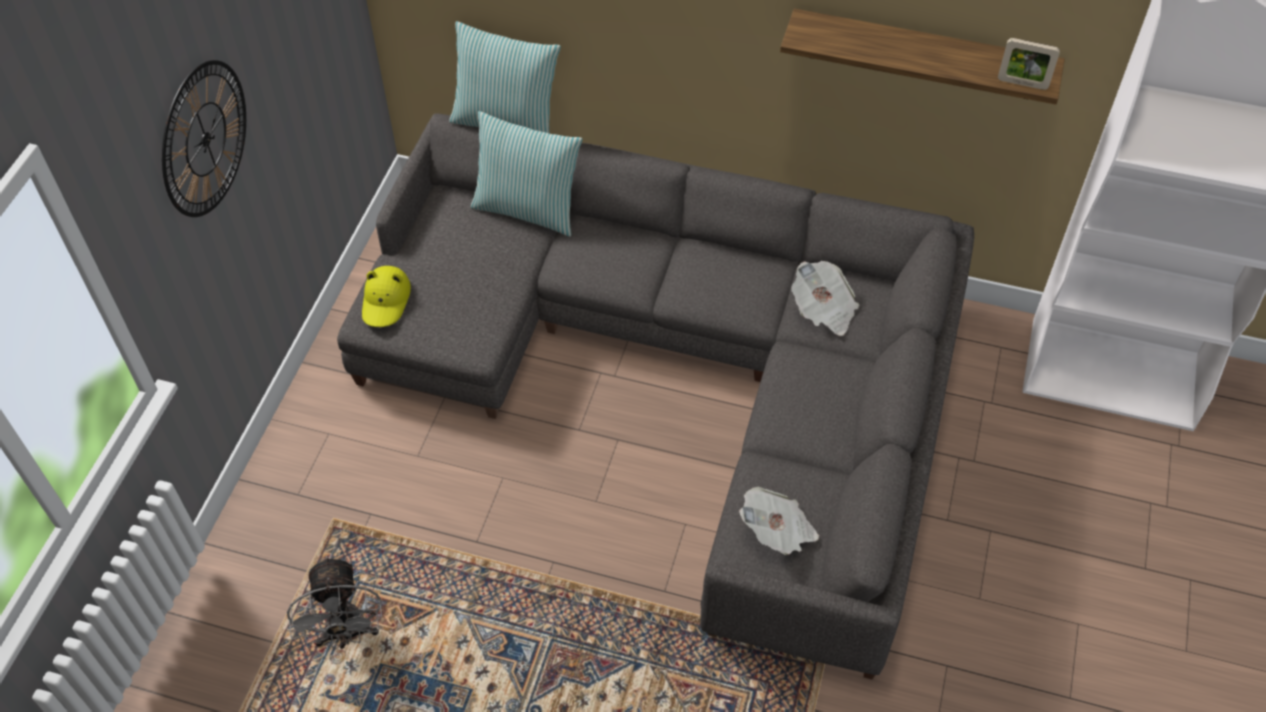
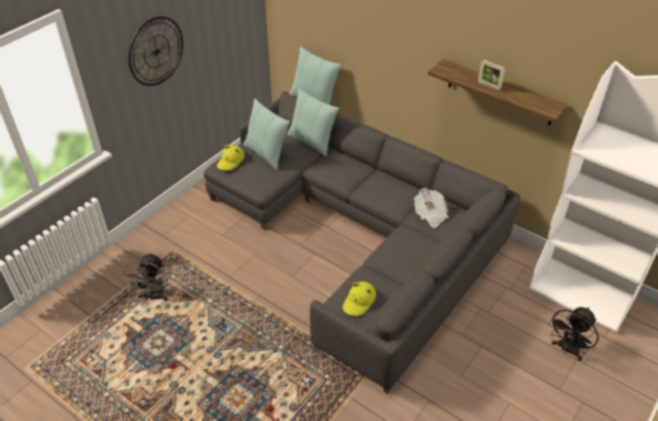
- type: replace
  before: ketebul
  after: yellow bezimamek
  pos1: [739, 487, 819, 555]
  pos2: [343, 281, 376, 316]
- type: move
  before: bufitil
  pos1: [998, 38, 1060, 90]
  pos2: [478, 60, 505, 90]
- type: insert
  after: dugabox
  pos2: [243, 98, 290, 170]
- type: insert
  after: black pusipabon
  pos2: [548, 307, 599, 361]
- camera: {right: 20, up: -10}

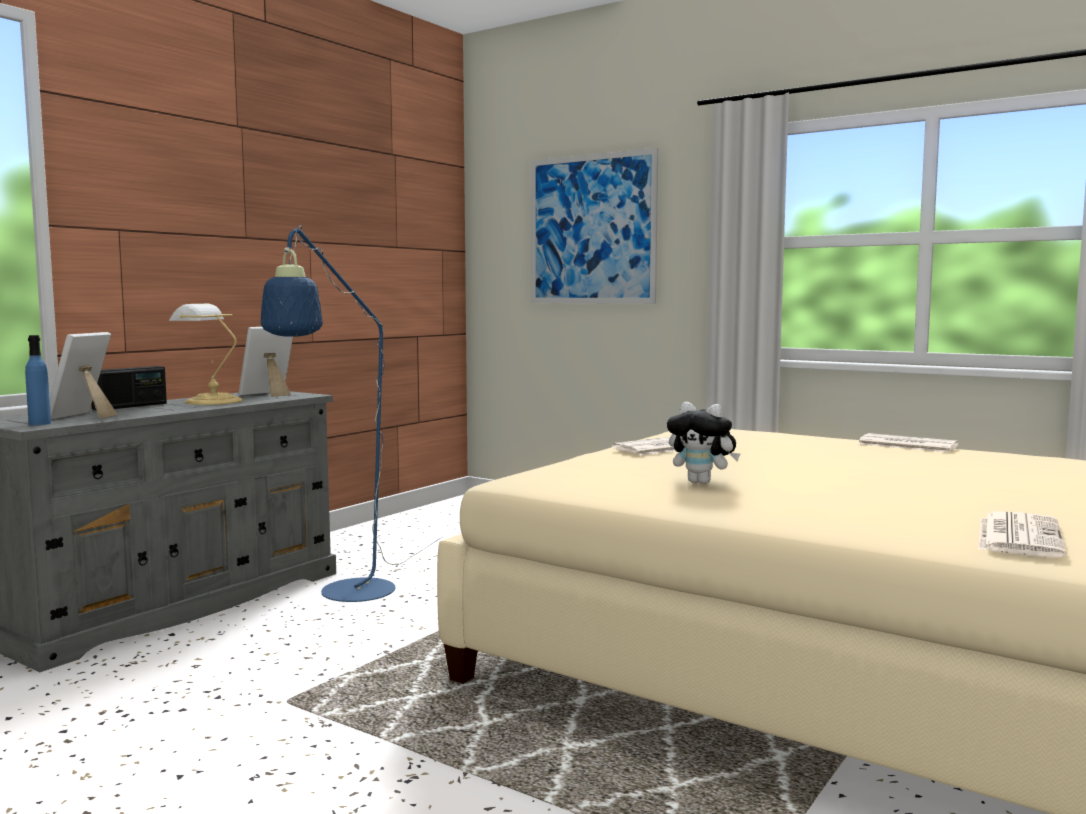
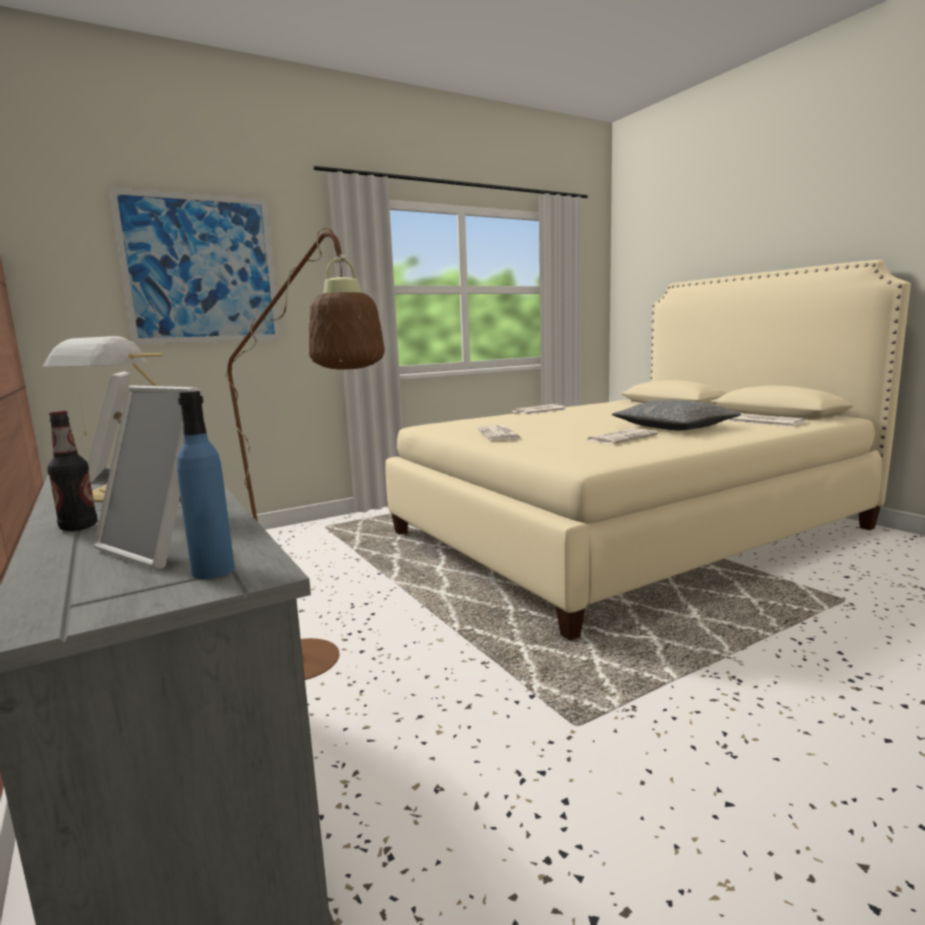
- type: replace
  before: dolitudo
  after: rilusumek
  pos1: [91, 366, 167, 410]
  pos2: [47, 410, 98, 531]
- type: recolor
  before: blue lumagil
  after: brown lumagil
  pos1: [261, 225, 440, 602]
  pos2: [226, 228, 385, 680]
- type: replace
  before: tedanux
  after: ketebul
  pos1: [667, 402, 740, 484]
  pos2: [585, 429, 658, 444]
- type: insert
  after: grey dugabox
  pos2: [612, 400, 741, 431]
- camera: {right: -65, up: 5}

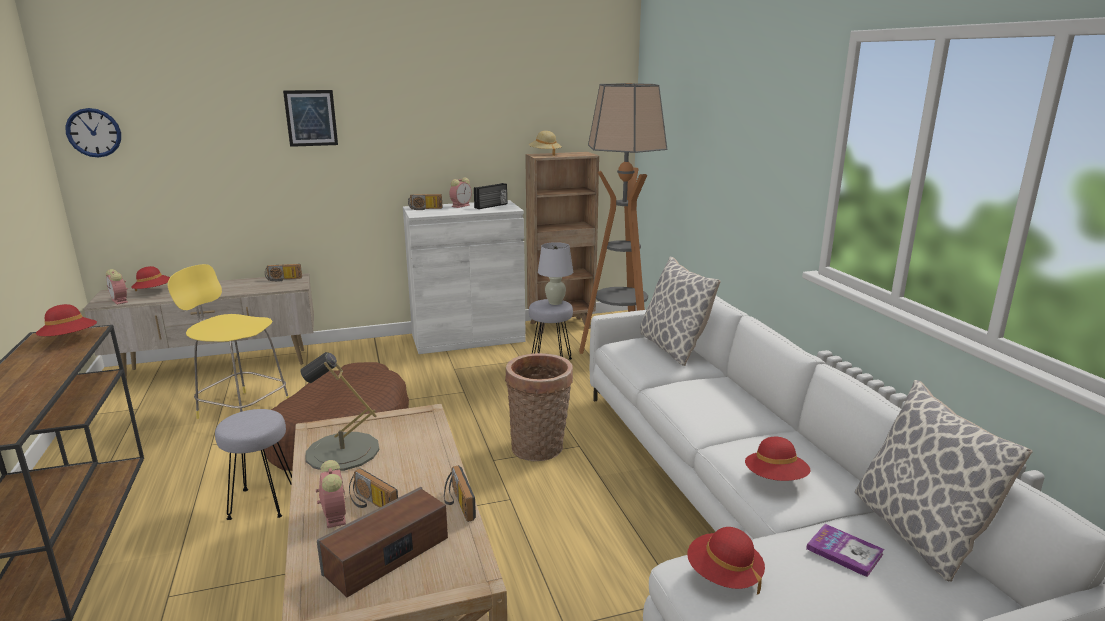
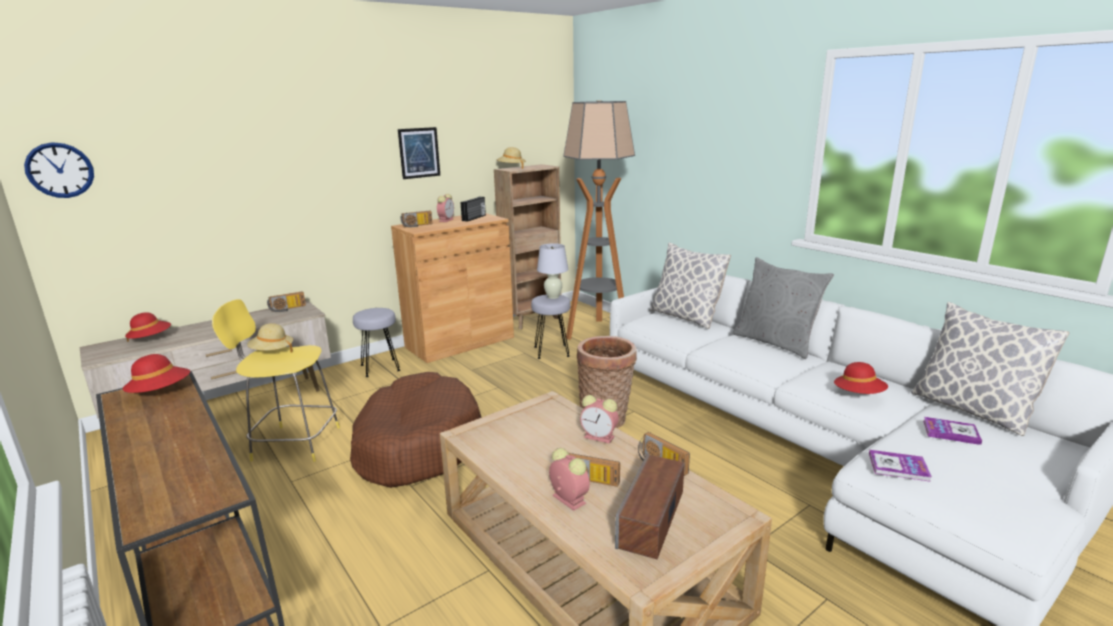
- type: move
  before: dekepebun
  pos1: [106, 269, 128, 305]
  pos2: [580, 395, 619, 444]
- type: move
  before: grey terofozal
  pos1: [215, 409, 292, 520]
  pos2: [353, 308, 400, 377]
- type: move
  before: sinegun
  pos1: [283, 90, 338, 147]
  pos2: [398, 127, 440, 179]
- type: delete
  before: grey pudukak
  pos1: [300, 352, 379, 471]
- type: recolor
  before: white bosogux
  after: brown bosogux
  pos1: [403, 200, 526, 354]
  pos2: [391, 213, 514, 363]
- type: replace
  before: red bezimamek
  after: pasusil
  pos1: [687, 527, 765, 594]
  pos2: [869, 450, 932, 482]
- type: insert
  after: beige bezimamek
  pos2: [247, 323, 293, 353]
- type: insert
  after: grey dugabox
  pos2: [733, 257, 834, 359]
- camera: {right: -20, up: 0}

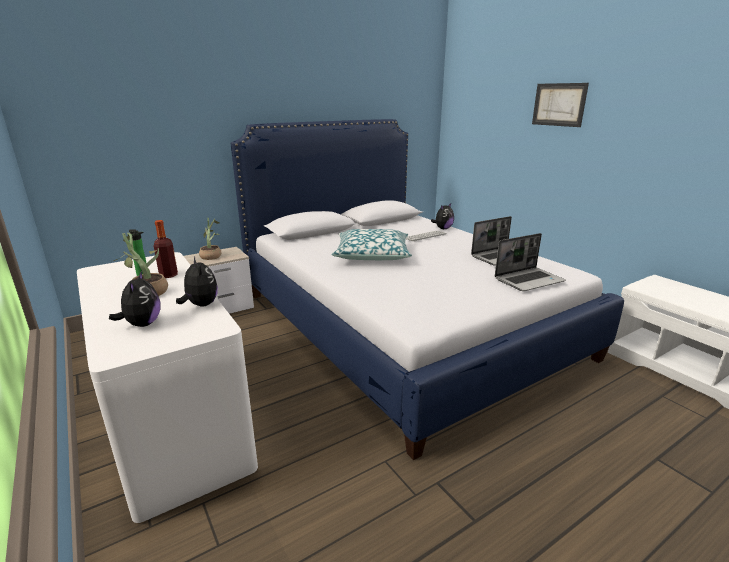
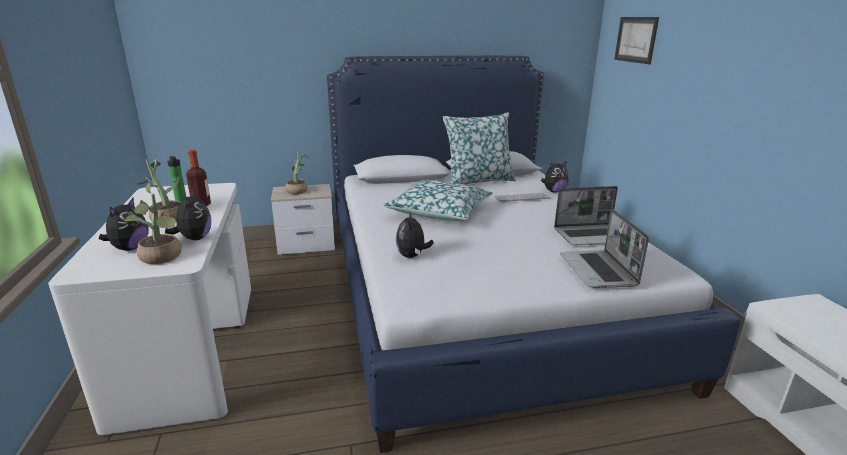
- type: rotate
  before: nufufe
  pos1: [495, 233, 566, 291]
  pos2: [560, 209, 649, 288]
  turn: 90
- type: move
  before: sinegun
  pos1: [532, 83, 589, 127]
  pos2: [614, 17, 659, 64]
- type: insert
  after: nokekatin
  pos2: [125, 193, 182, 264]
- type: insert
  after: tedanux
  pos2: [396, 211, 434, 258]
- type: insert
  after: dugabox
  pos2: [443, 112, 516, 184]
- camera: {right: 20, up: 0}

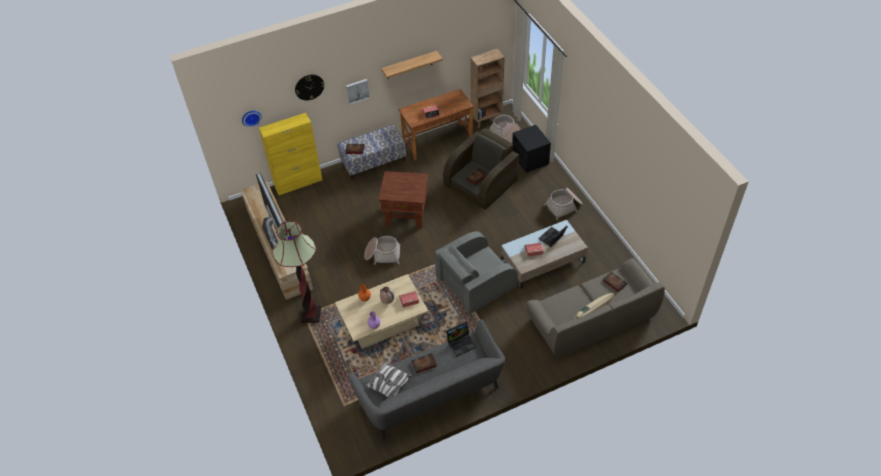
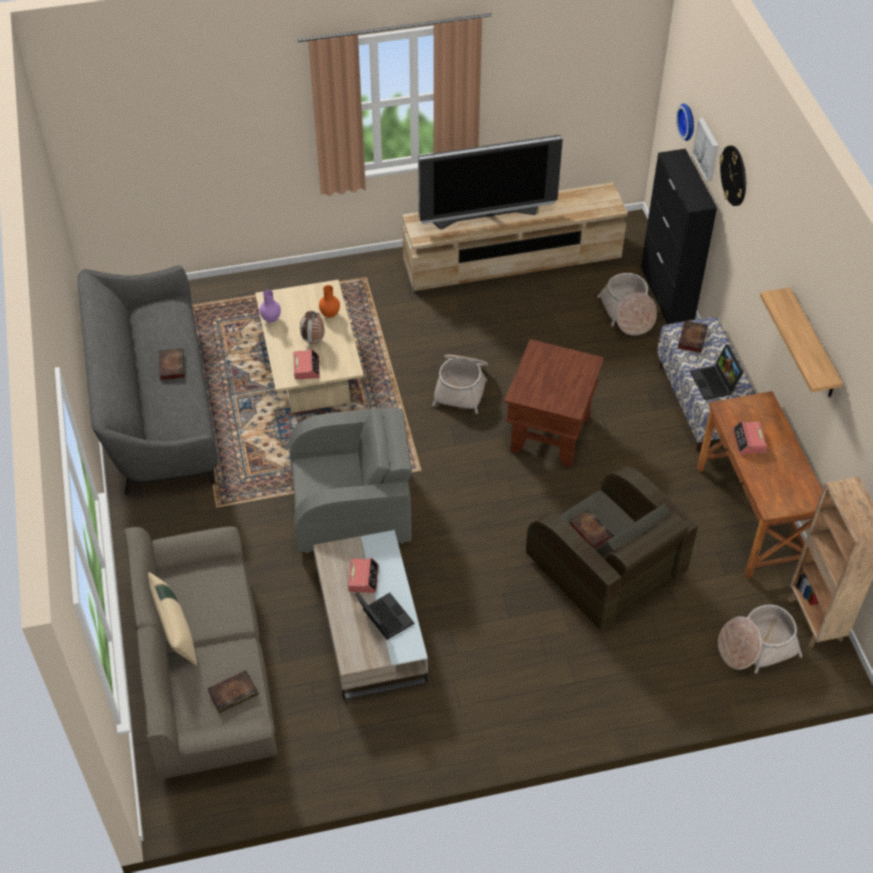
- type: recolor
  before: yellow bosogux
  after: black bosogux
  pos1: [259, 113, 323, 195]
  pos2: [641, 149, 717, 325]
- type: delete
  before: lumagil
  pos1: [272, 221, 321, 323]
- type: move
  before: sinegun
  pos1: [346, 79, 370, 105]
  pos2: [692, 118, 719, 182]
- type: delete
  before: dugabox
  pos1: [365, 361, 412, 398]
- type: rotate
  before: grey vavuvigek
  pos1: [435, 231, 518, 315]
  pos2: [289, 407, 412, 553]
  turn: 105
- type: move
  before: nufufe
  pos1: [446, 322, 476, 357]
  pos2: [690, 344, 744, 400]
- type: delete
  before: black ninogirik
  pos1: [512, 125, 551, 173]
- type: move
  before: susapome
  pos1: [544, 188, 583, 220]
  pos2: [597, 273, 657, 335]
- camera: {right: 100, up: 0}

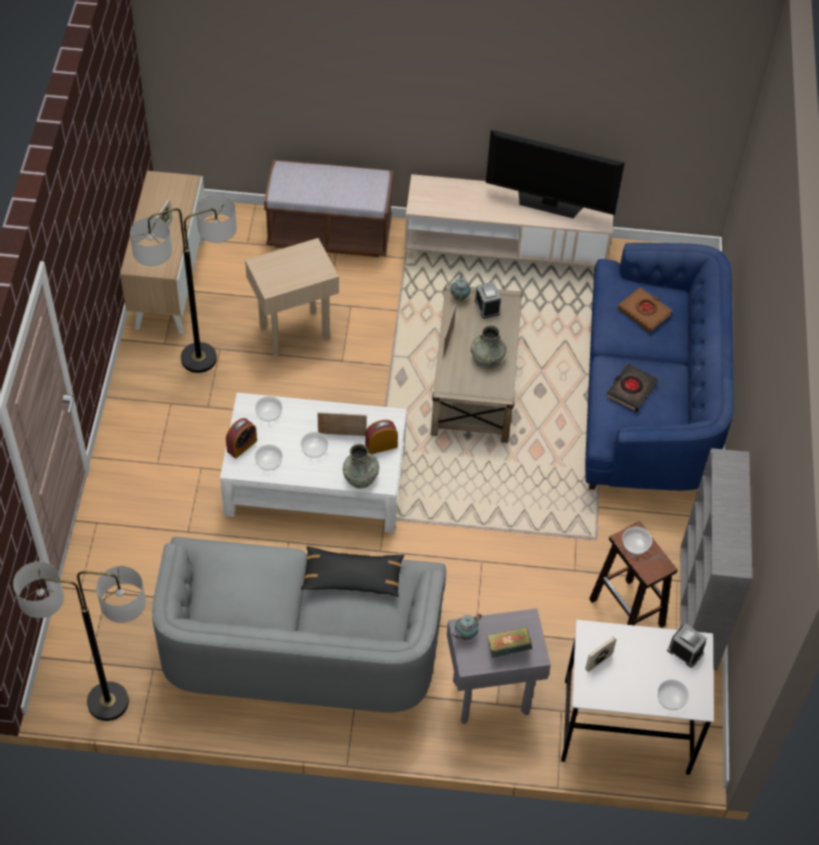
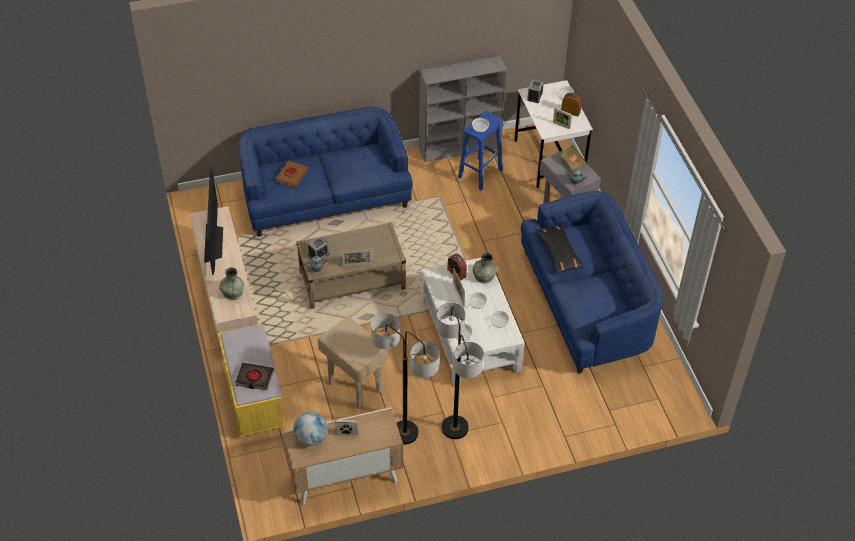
- type: move
  before: lumagil
  pos1: [13, 562, 146, 721]
  pos2: [436, 303, 484, 439]
- type: recolor
  before: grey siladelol
  after: blue siladelol
  pos1: [152, 537, 446, 712]
  pos2: [521, 191, 663, 374]
- type: move
  before: dekepebun
  pos1: [226, 418, 257, 459]
  pos2: [561, 93, 582, 116]
- type: recolor
  before: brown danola
  after: yellow danola
  pos1: [264, 159, 393, 257]
  pos2: [218, 324, 285, 437]
- type: move
  before: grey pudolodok
  pos1: [471, 325, 507, 368]
  pos2: [219, 267, 244, 300]
- type: recolor
  before: brown terofozal
  after: blue terofozal
  pos1: [589, 521, 677, 628]
  pos2: [458, 111, 503, 190]
- type: move
  before: black pasusil
  pos1: [606, 363, 658, 412]
  pos2: [236, 363, 274, 390]
- type: insert
  after: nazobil
  pos2: [293, 412, 327, 446]
- camera: {right: -110, up: -5}

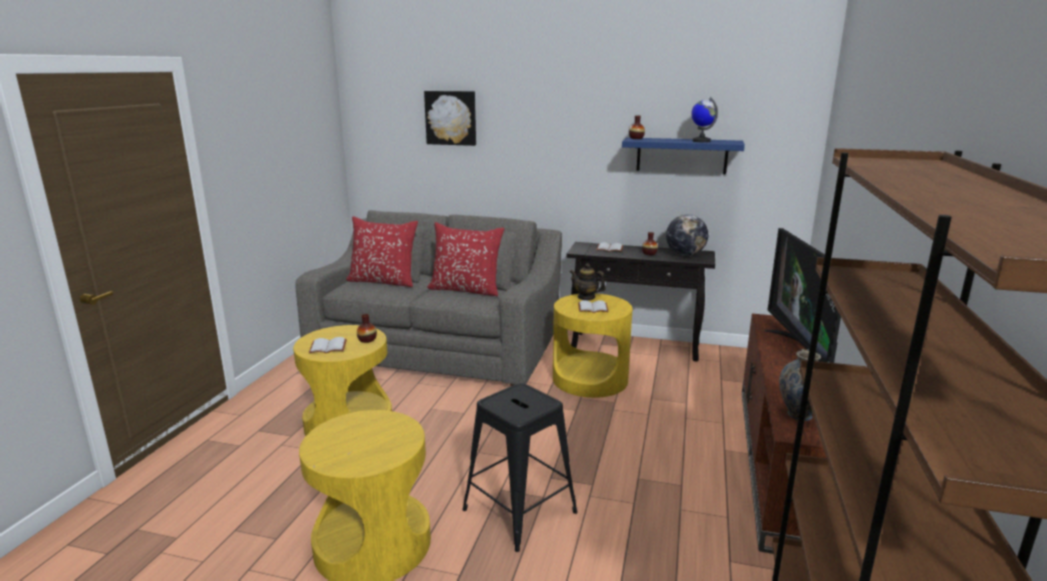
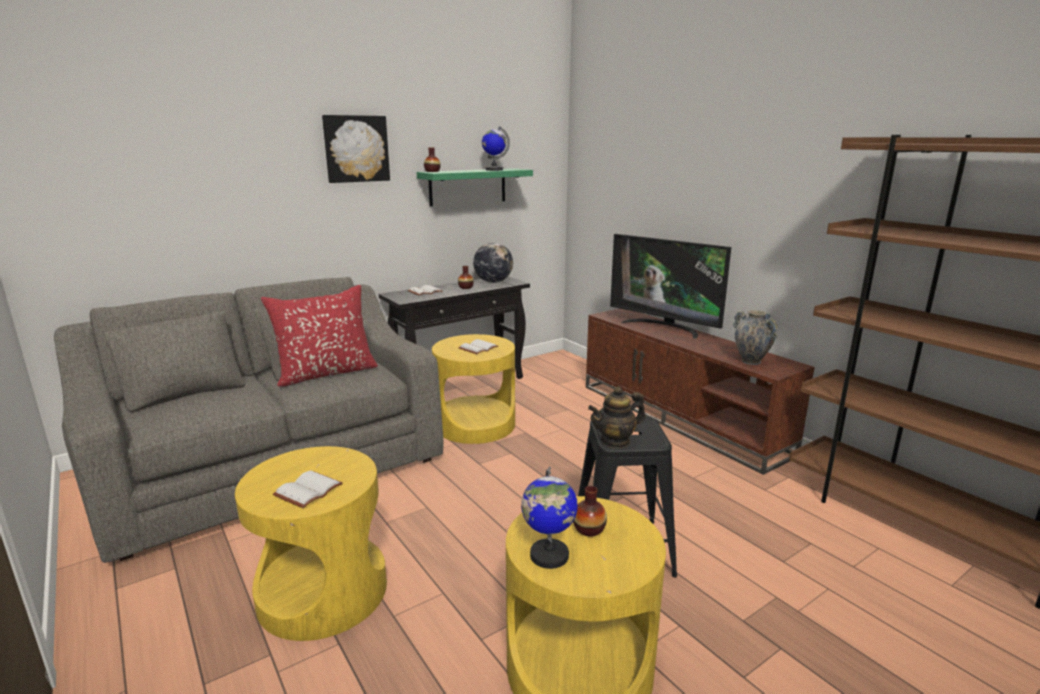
- type: delete
  before: red dugabox
  pos1: [346, 216, 418, 287]
- type: move
  before: pudolodok
  pos1: [357, 314, 377, 343]
  pos2: [573, 486, 607, 537]
- type: move
  before: sinegun
  pos1: [424, 91, 476, 146]
  pos2: [322, 115, 390, 183]
- type: move
  before: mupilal
  pos1: [570, 263, 606, 300]
  pos2: [588, 386, 645, 448]
- type: recolor
  before: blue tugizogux
  after: green tugizogux
  pos1: [622, 137, 745, 174]
  pos2: [417, 168, 533, 206]
- type: insert
  after: nazobil
  pos2: [521, 467, 578, 569]
- camera: {right: -50, up: 0}

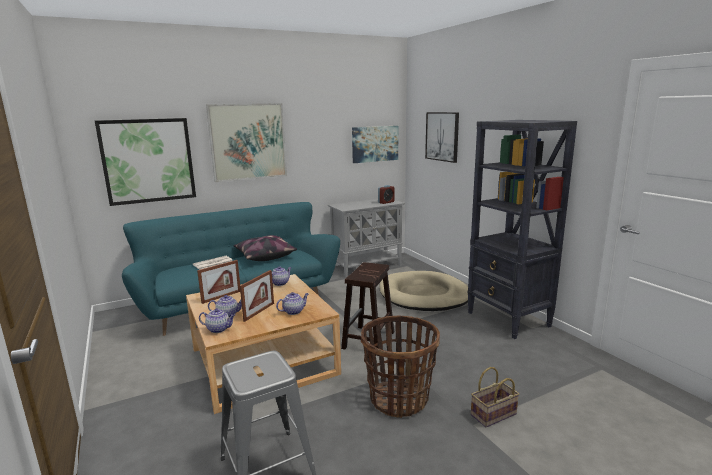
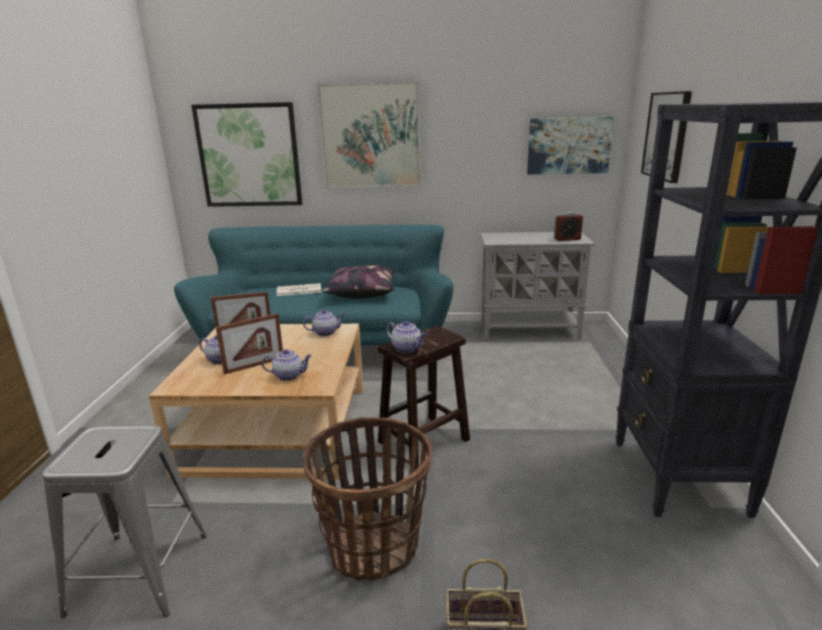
- type: move
  before: mupilal
  pos1: [199, 308, 235, 333]
  pos2: [386, 321, 427, 353]
- type: delete
  before: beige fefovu
  pos1: [379, 271, 468, 311]
- camera: {right: 30, up: 5}

